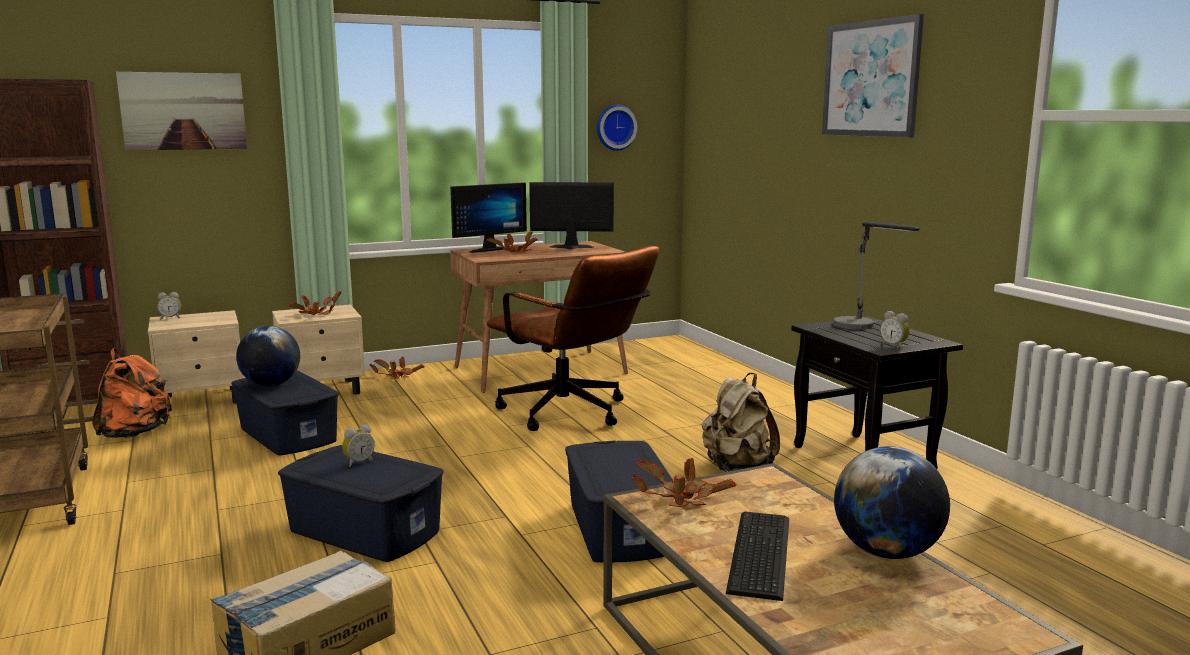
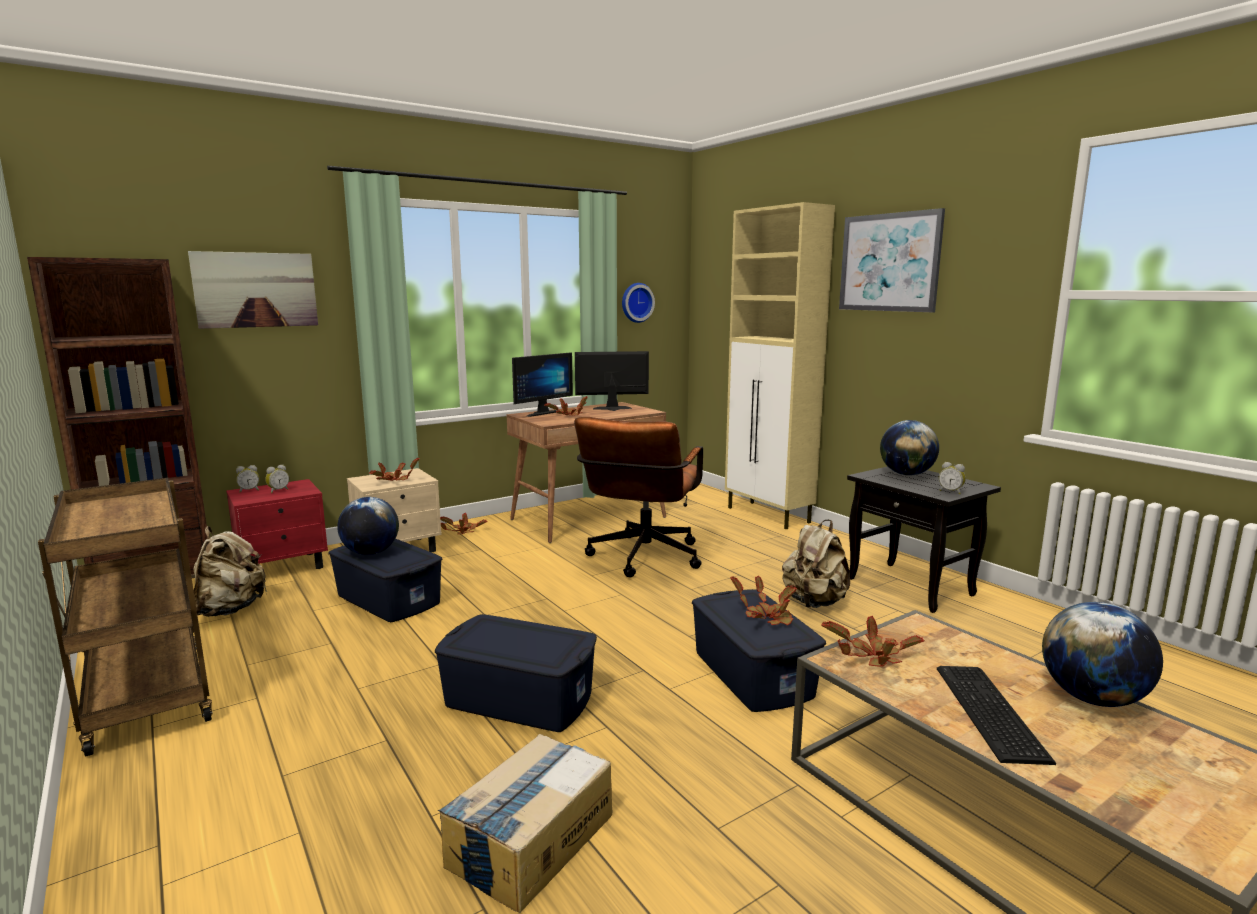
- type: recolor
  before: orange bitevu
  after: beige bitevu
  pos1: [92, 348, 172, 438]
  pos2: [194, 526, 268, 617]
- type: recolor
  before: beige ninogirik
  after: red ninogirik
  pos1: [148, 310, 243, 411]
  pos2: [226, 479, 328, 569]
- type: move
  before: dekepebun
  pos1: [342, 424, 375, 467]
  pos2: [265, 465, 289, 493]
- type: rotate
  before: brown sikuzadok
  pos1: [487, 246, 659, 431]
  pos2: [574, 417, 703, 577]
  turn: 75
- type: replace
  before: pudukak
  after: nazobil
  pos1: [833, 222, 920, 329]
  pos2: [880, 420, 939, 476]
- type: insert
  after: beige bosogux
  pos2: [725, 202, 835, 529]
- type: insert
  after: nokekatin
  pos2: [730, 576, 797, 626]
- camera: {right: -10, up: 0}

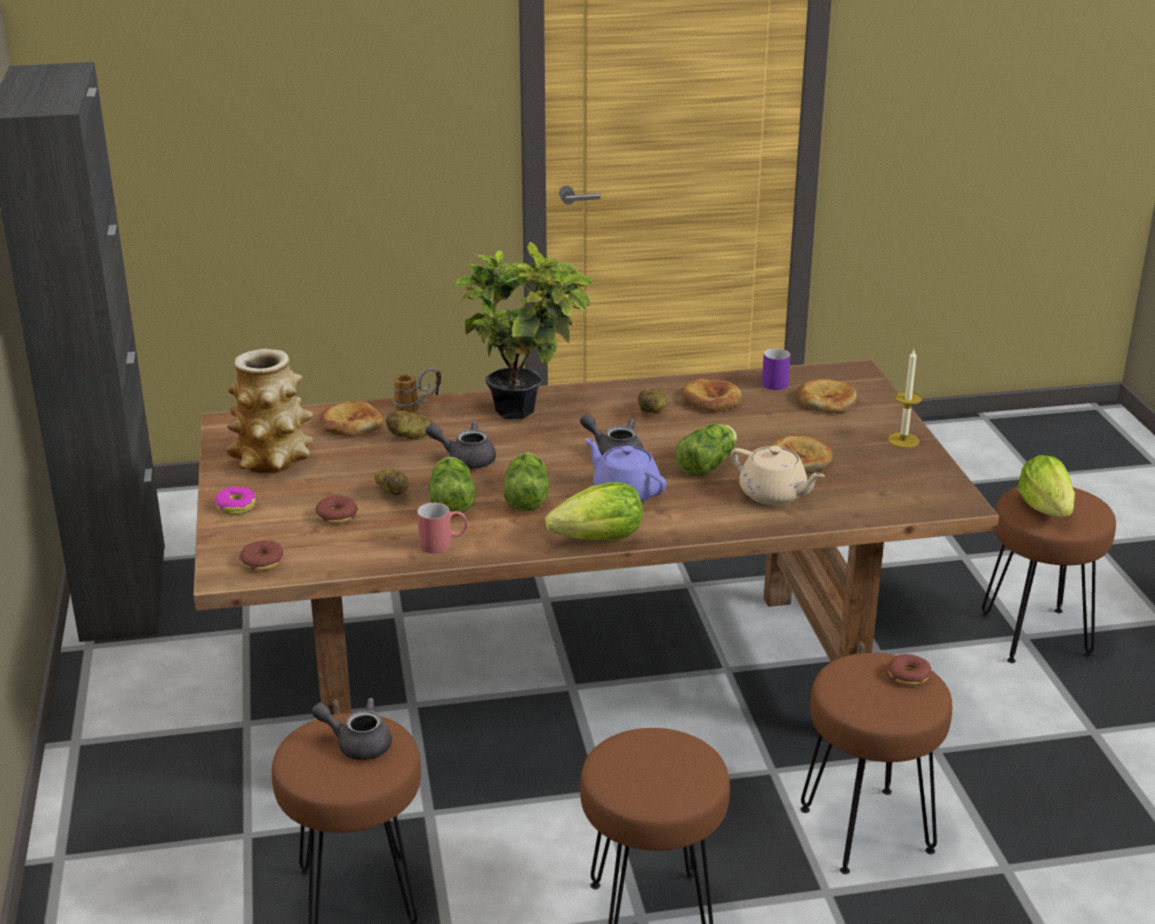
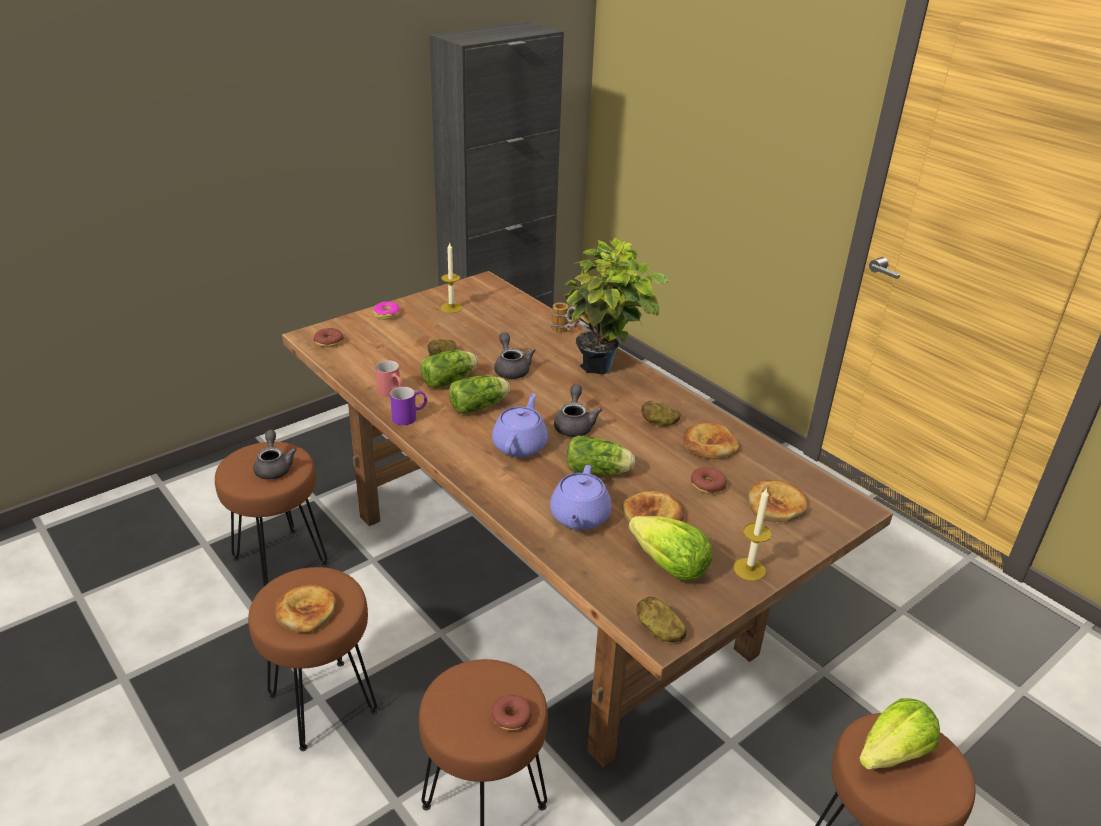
- type: replace
  before: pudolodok
  after: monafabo
  pos1: [226, 349, 314, 473]
  pos2: [441, 243, 462, 313]
- type: move
  before: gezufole
  pos1: [315, 496, 358, 524]
  pos2: [691, 467, 727, 494]
- type: move
  before: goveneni
  pos1: [319, 401, 384, 436]
  pos2: [275, 584, 336, 633]
- type: move
  before: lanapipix
  pos1: [386, 411, 433, 439]
  pos2: [637, 597, 686, 642]
- type: move
  before: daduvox
  pos1: [545, 482, 643, 540]
  pos2: [629, 516, 712, 581]
- type: recolor
  before: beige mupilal
  after: purple mupilal
  pos1: [731, 446, 825, 505]
  pos2: [550, 465, 612, 530]
- type: move
  before: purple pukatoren
  pos1: [762, 348, 790, 390]
  pos2: [390, 387, 427, 425]
- camera: {right: 60, up: 5}

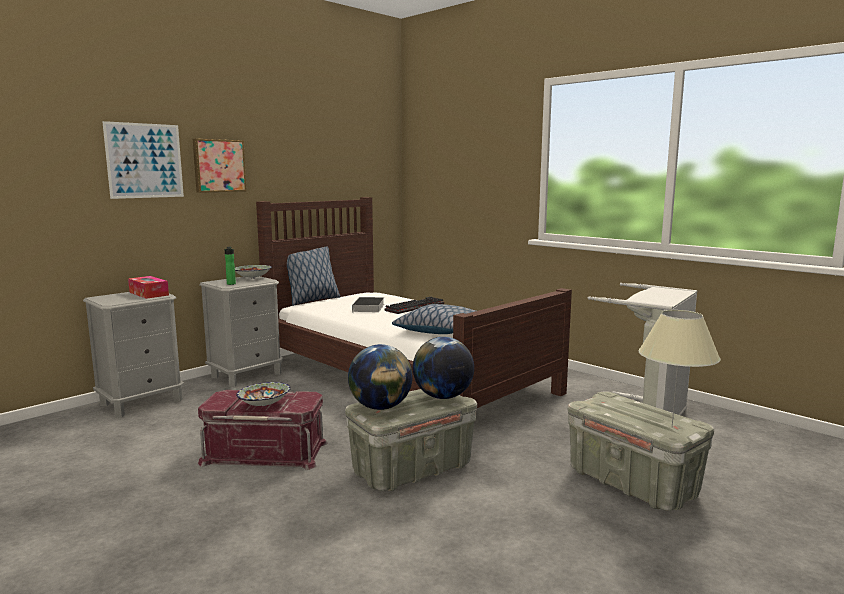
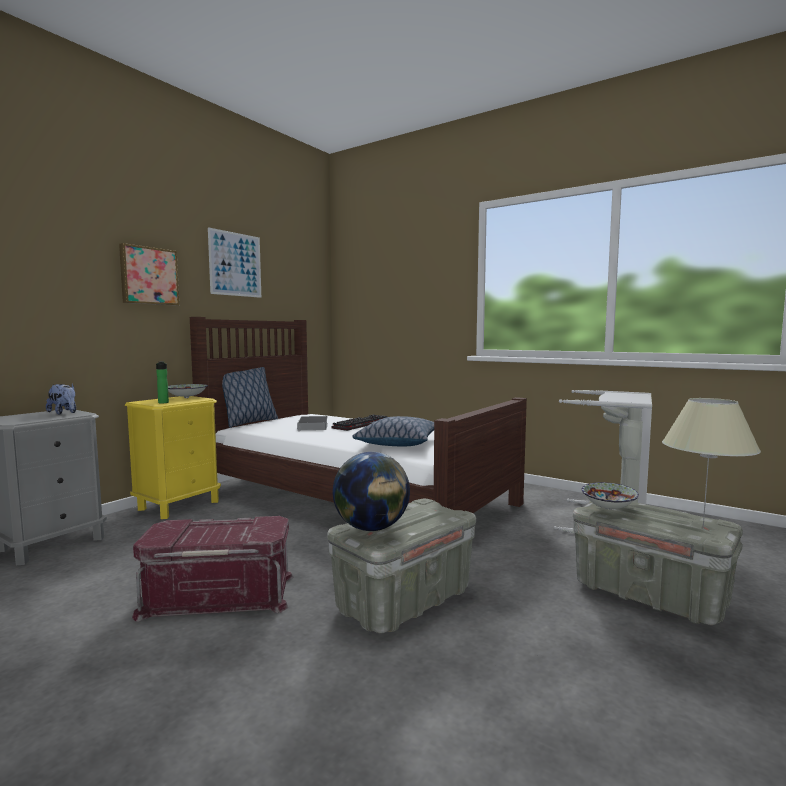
- type: move
  before: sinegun
  pos1: [102, 121, 184, 199]
  pos2: [208, 227, 261, 298]
- type: replace
  before: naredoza
  after: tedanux
  pos1: [128, 276, 169, 299]
  pos2: [46, 384, 76, 415]
- type: recolor
  before: grey ninogirik
  after: yellow ninogirik
  pos1: [199, 276, 283, 387]
  pos2: [125, 396, 221, 519]
- type: move
  before: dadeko
  pos1: [236, 382, 291, 406]
  pos2: [582, 482, 639, 510]
- type: delete
  before: nazobil
  pos1: [413, 337, 474, 399]
- camera: {right: -10, up: -5}

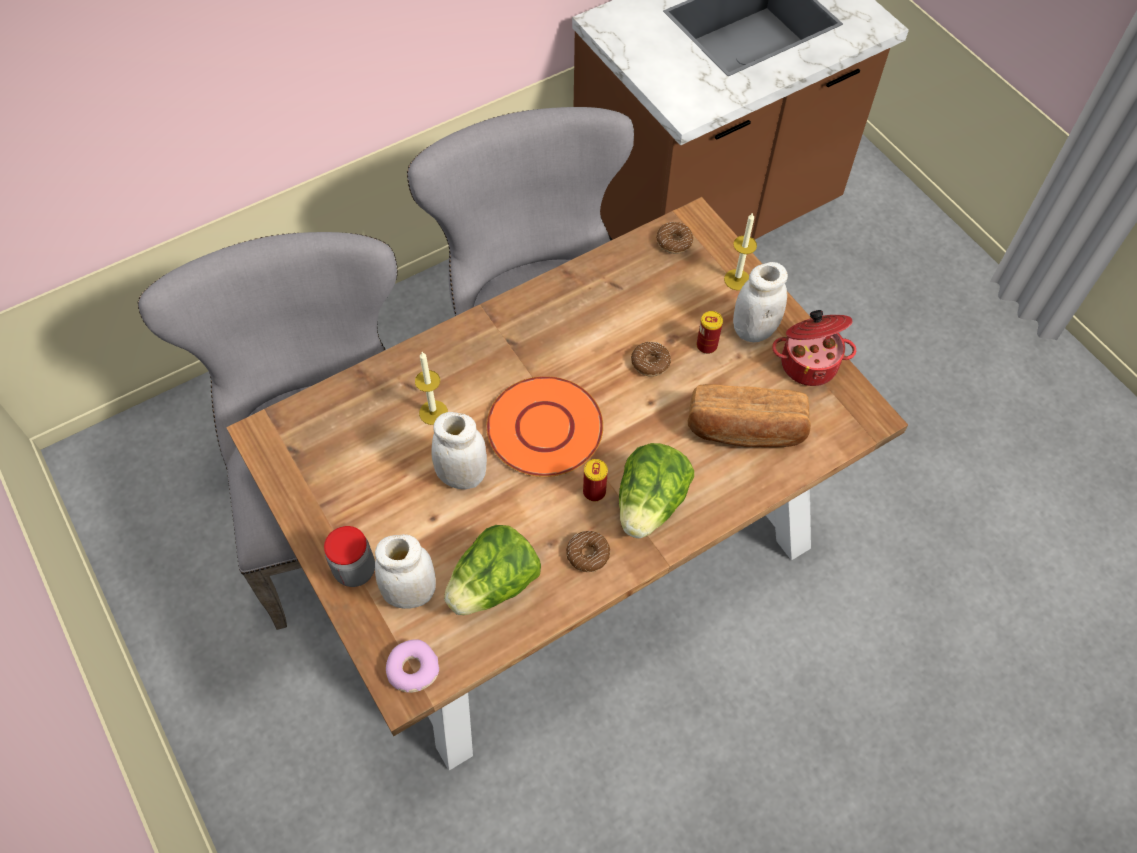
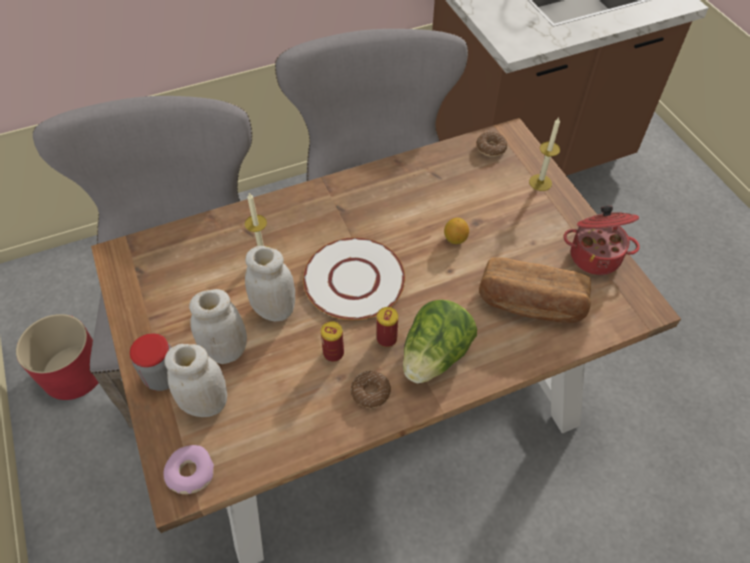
- type: delete
  before: daduvox
  pos1: [444, 525, 541, 615]
- type: recolor
  before: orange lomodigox
  after: white lomodigox
  pos1: [486, 376, 603, 477]
  pos2: [303, 237, 405, 320]
- type: replace
  before: gezufole
  after: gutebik
  pos1: [631, 342, 671, 377]
  pos2: [444, 218, 469, 244]
- type: move
  before: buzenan
  pos1: [696, 311, 723, 354]
  pos2: [321, 321, 344, 362]
- type: move
  before: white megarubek
  pos1: [733, 262, 788, 342]
  pos2: [189, 289, 247, 364]
- type: insert
  after: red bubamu
  pos2: [16, 314, 99, 400]
- camera: {right: 10, up: -5}

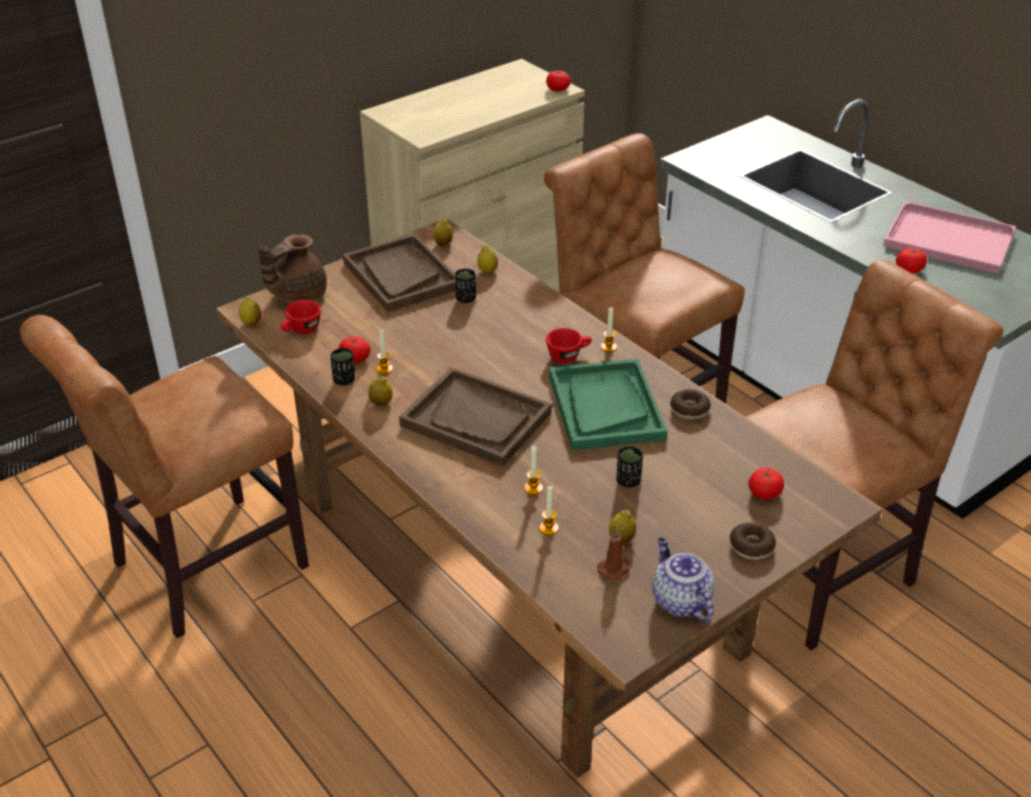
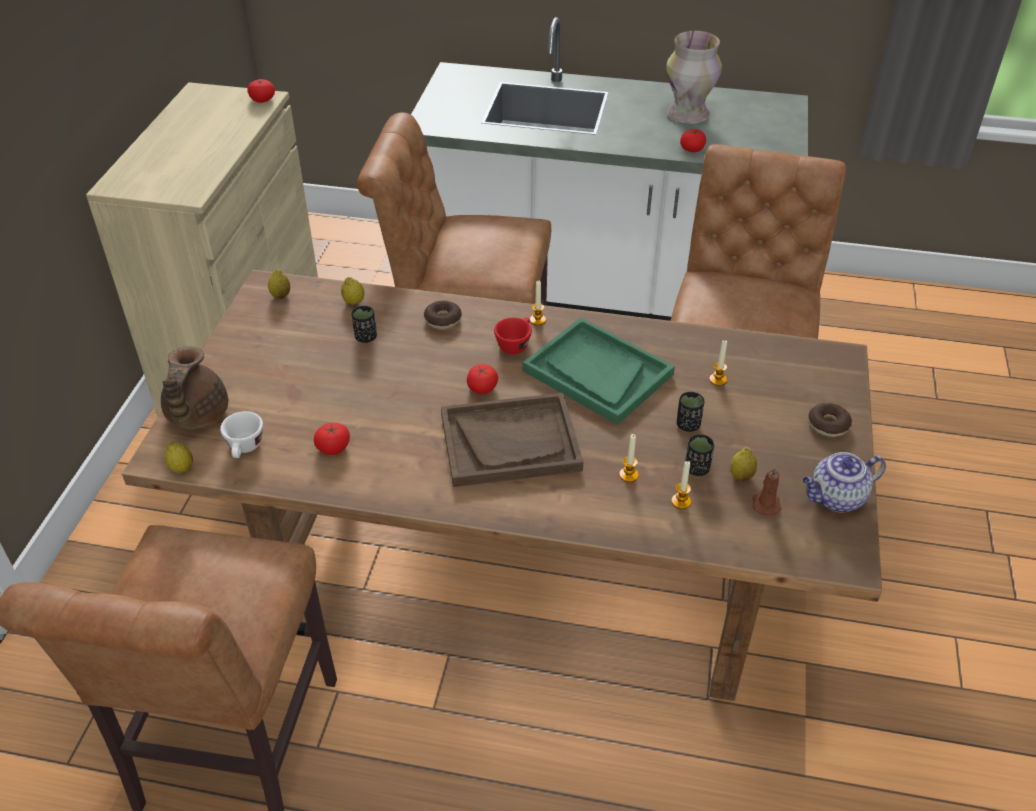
- type: recolor
  before: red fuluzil
  after: white fuluzil
  pos1: [280, 300, 321, 334]
  pos2: [220, 411, 263, 458]
- type: move
  before: black fuluzil
  pos1: [330, 348, 355, 386]
  pos2: [685, 434, 714, 476]
- type: delete
  before: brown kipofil
  pos1: [343, 233, 455, 312]
- type: delete
  before: gutebik
  pos1: [369, 376, 393, 406]
- type: move
  before: monafabo
  pos1: [376, 329, 393, 374]
  pos2: [709, 340, 727, 386]
- type: rotate
  before: mupilal
  pos1: [652, 538, 715, 622]
  pos2: [802, 452, 886, 513]
  turn: -45
- type: move
  before: gezufole
  pos1: [670, 389, 711, 420]
  pos2: [424, 300, 462, 329]
- type: move
  before: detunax
  pos1: [748, 468, 784, 500]
  pos2: [467, 364, 498, 394]
- type: replace
  before: pink kipofil
  after: pudolodok
  pos1: [883, 201, 1016, 274]
  pos2: [666, 31, 722, 123]
- camera: {right: -40, up: 5}

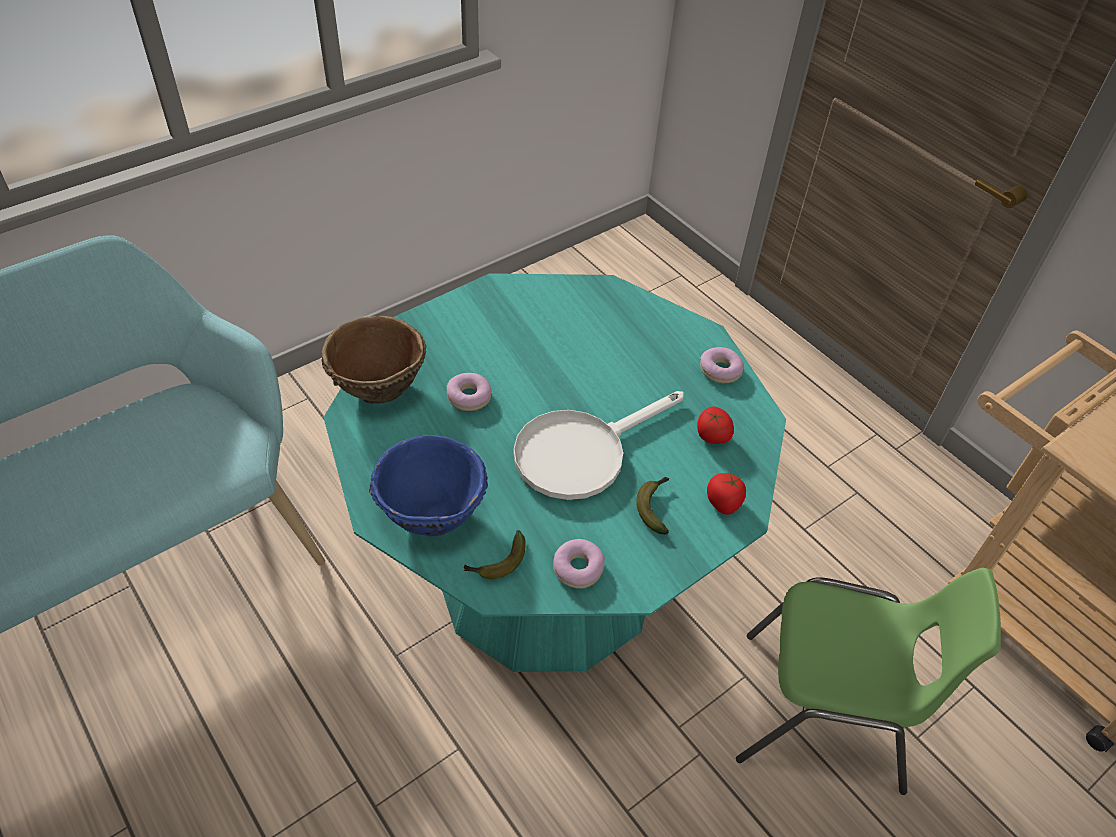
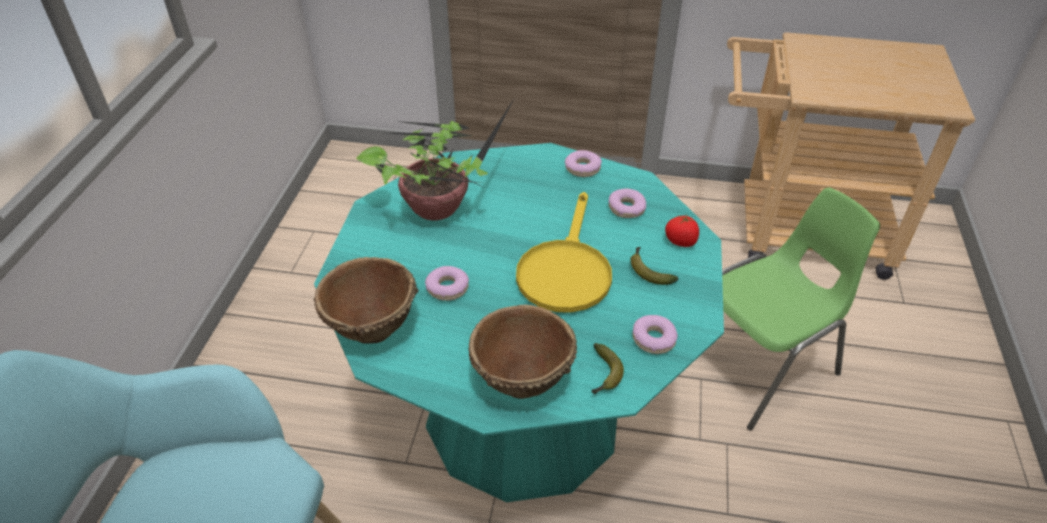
- type: recolor
  before: blue dadeko
  after: brown dadeko
  pos1: [369, 435, 488, 536]
  pos2: [469, 305, 577, 399]
- type: recolor
  before: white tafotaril
  after: yellow tafotaril
  pos1: [514, 391, 684, 500]
  pos2: [516, 192, 612, 313]
- type: replace
  before: detunax
  after: gezufole
  pos1: [697, 406, 734, 444]
  pos2: [609, 188, 646, 218]
- type: insert
  after: nokekatin
  pos2: [356, 99, 514, 220]
- camera: {right: -40, up: -5}

